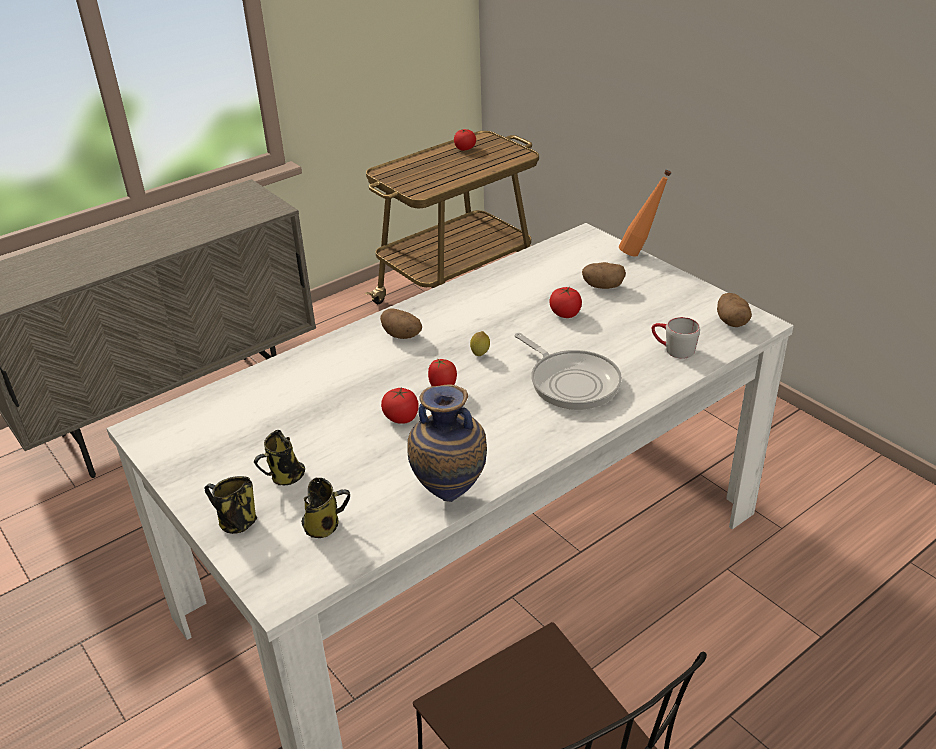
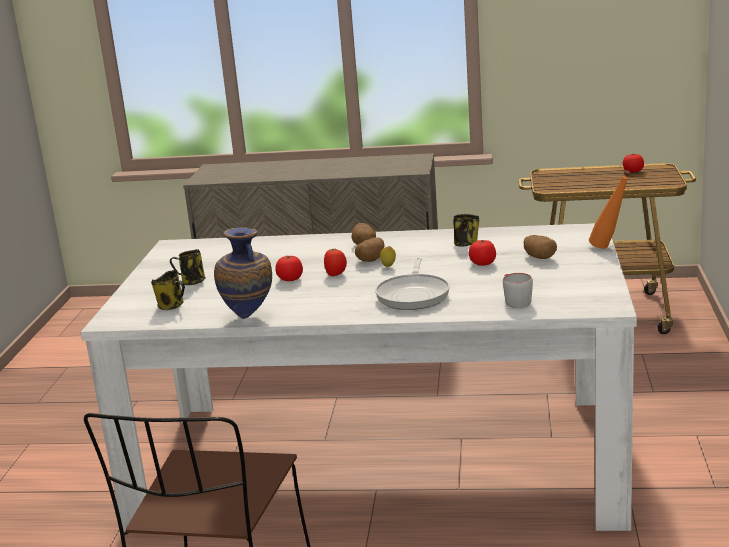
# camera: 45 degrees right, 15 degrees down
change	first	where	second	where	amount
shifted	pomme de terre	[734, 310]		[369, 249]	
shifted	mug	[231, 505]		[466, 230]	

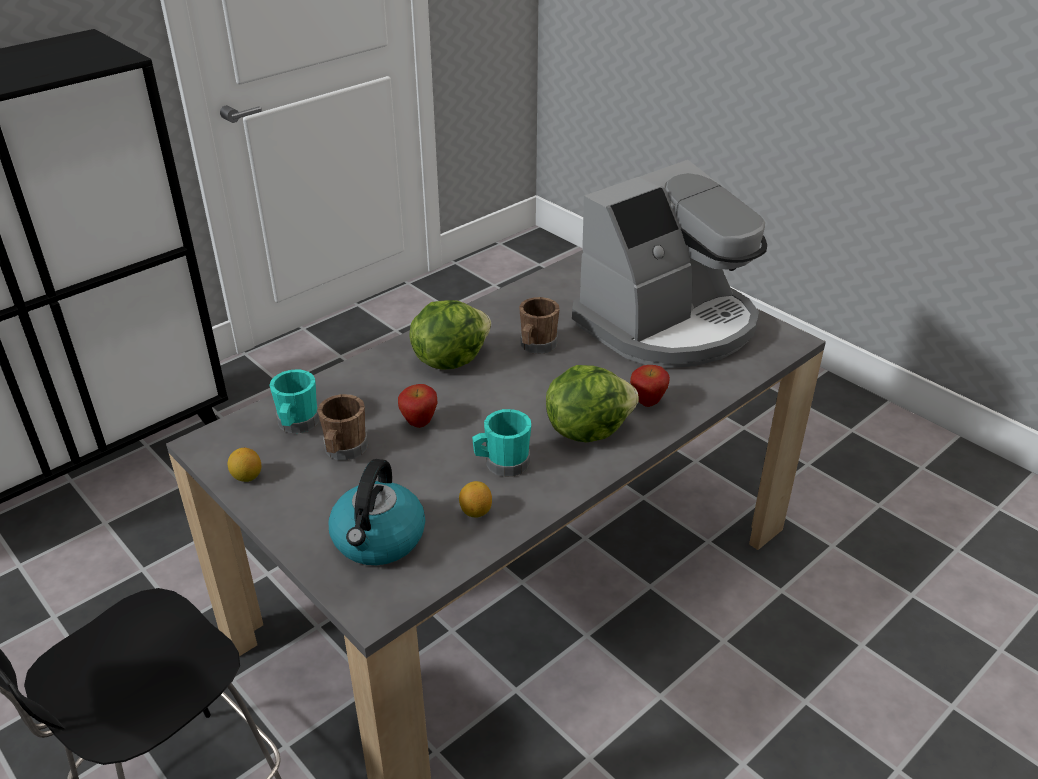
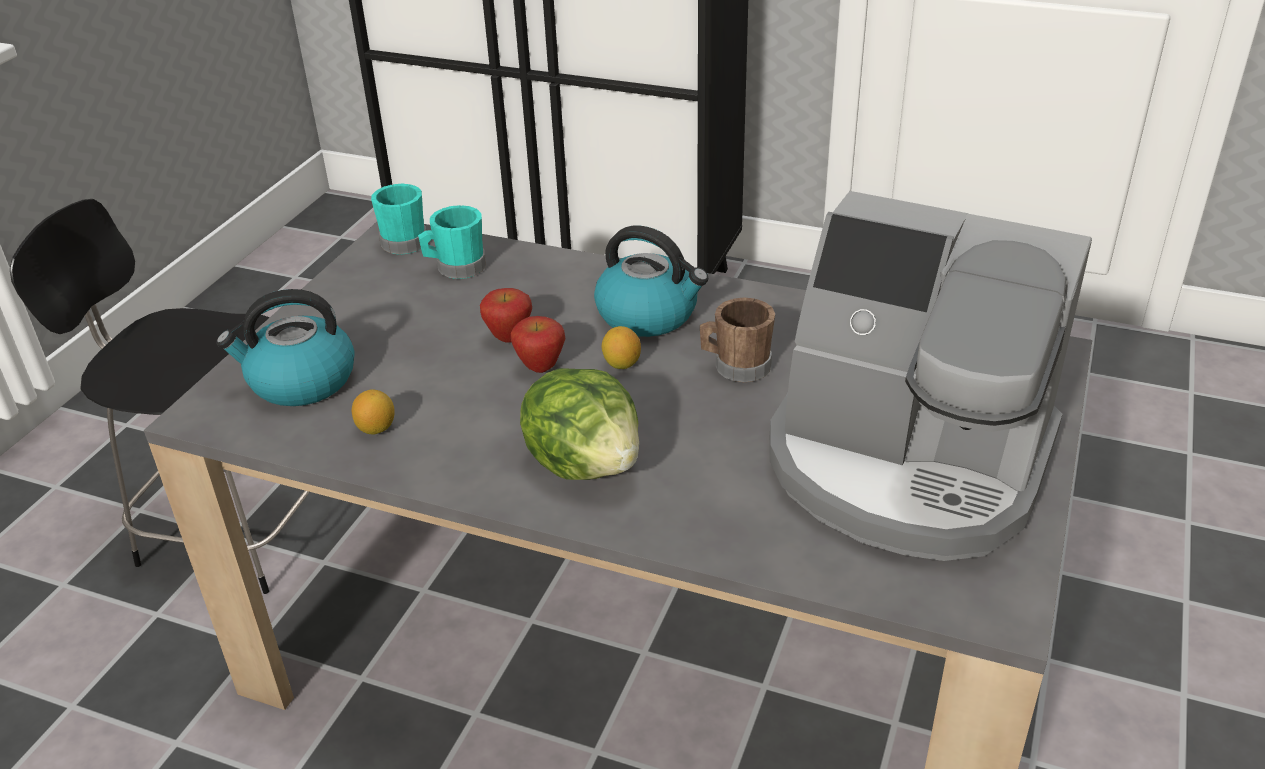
# camera: 65 degrees right, 0 degrees up
change	first	where	second	where	amount
swapped	laitue	[450, 334]	bouilloire	[651, 281]	
shifted	pomme	[650, 386]		[538, 344]	
gone	mug [marron]	[343, 427]			
shifted	mug [turquoise]	[501, 443]		[398, 219]	
shifted	citron	[244, 465]		[621, 347]	

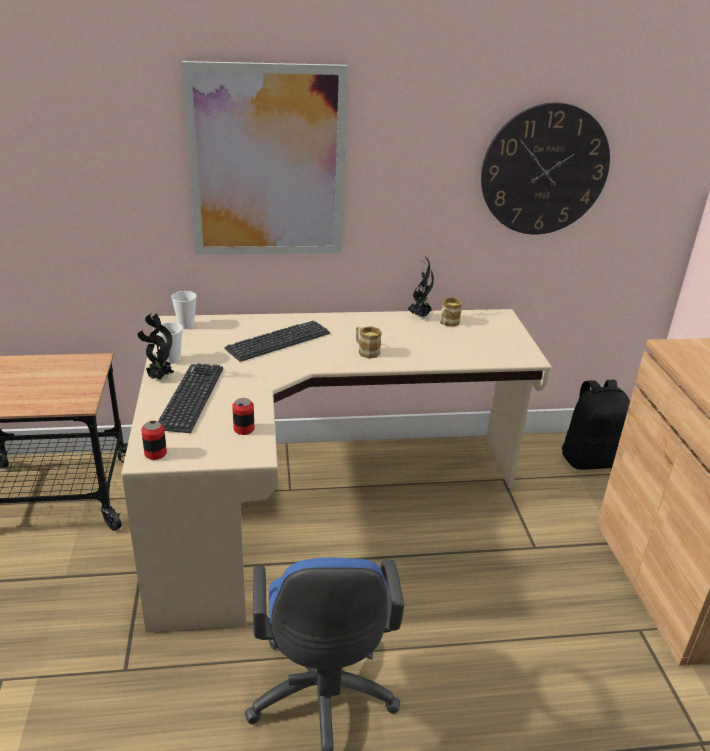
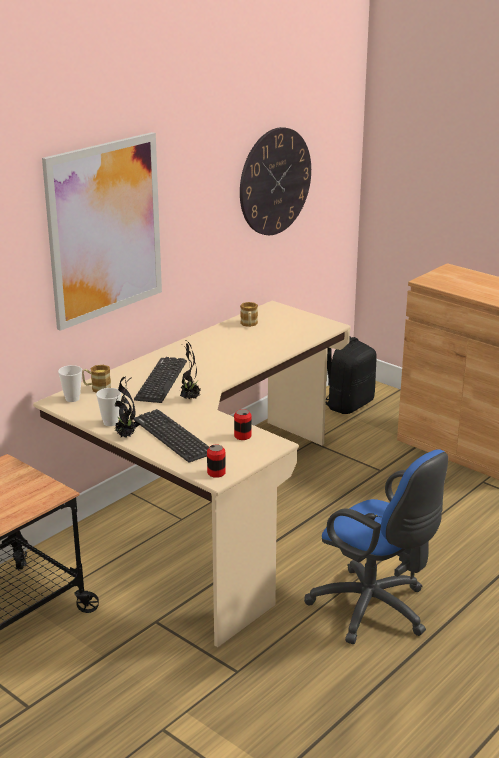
# camera: 40 degrees left, 5 degrees down
change	first	where	second	where	amount
shifted	plante en pot	[421, 287]		[190, 369]	
shifted	mug	[369, 342]		[96, 379]	

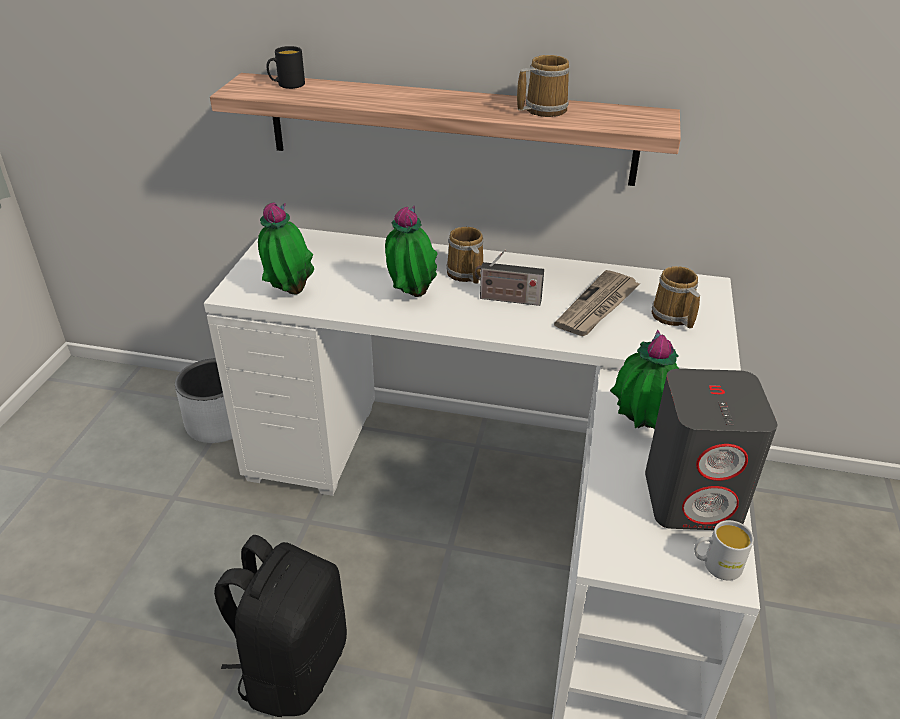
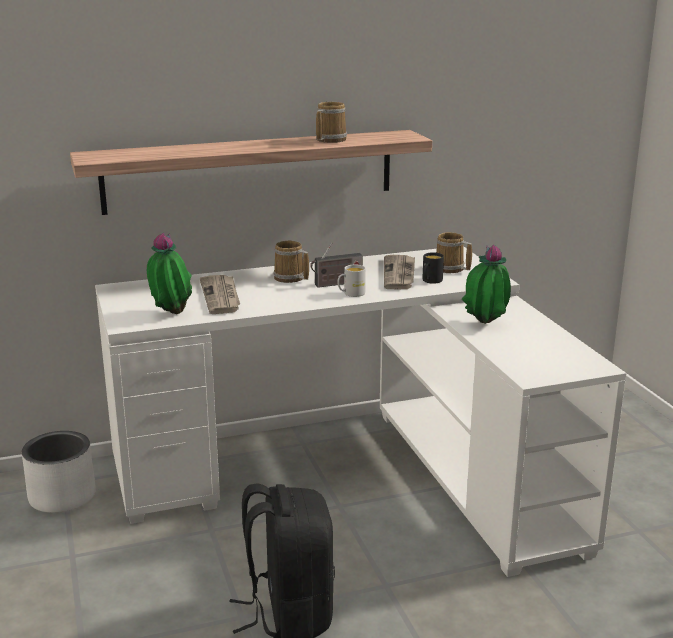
# camera: 30 degrees left, 15 degrees down
change	first	where	second	where	amount
shifted	mug [noir]	[286, 67]		[433, 268]	
gone	plante en pot	[411, 251]			
gone	enceinte [gris]	[711, 449]			
shifted	mug [blanc]	[724, 550]		[352, 281]	
new			journal	[220, 294]	

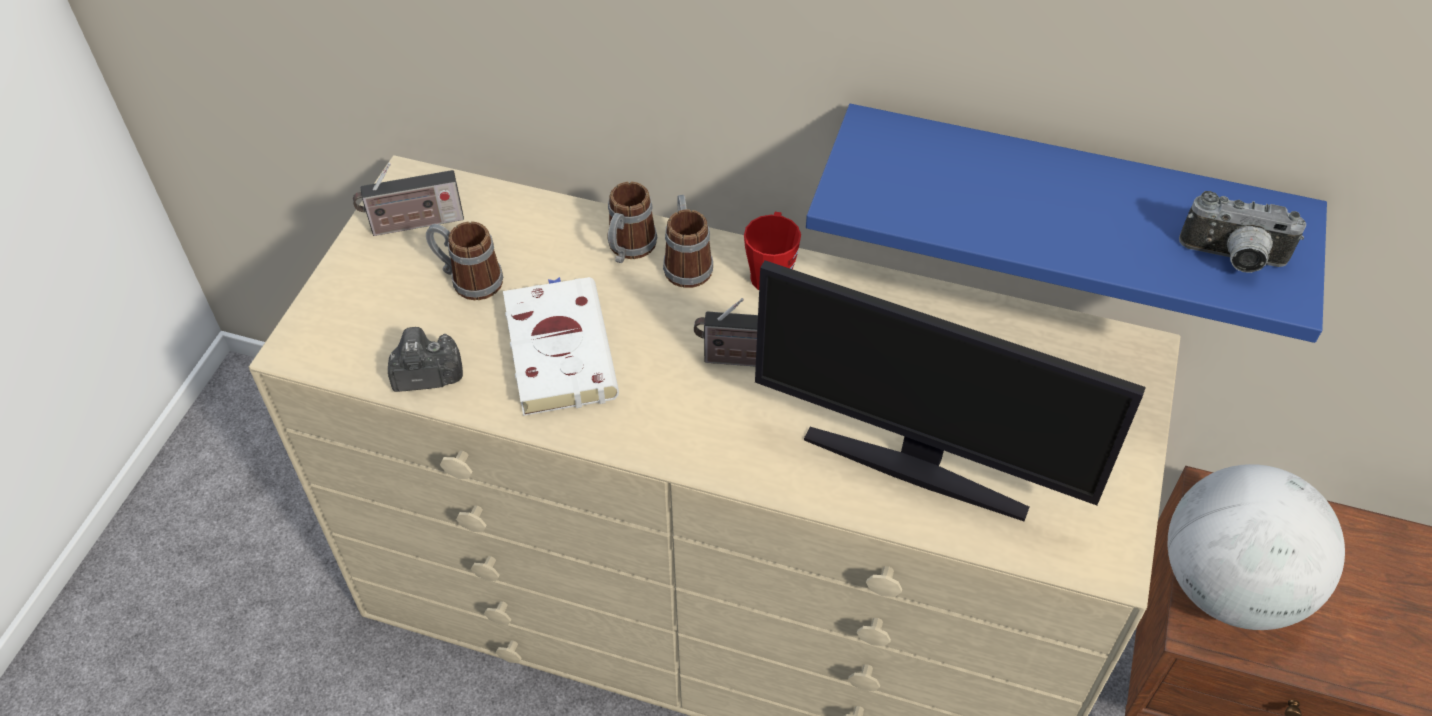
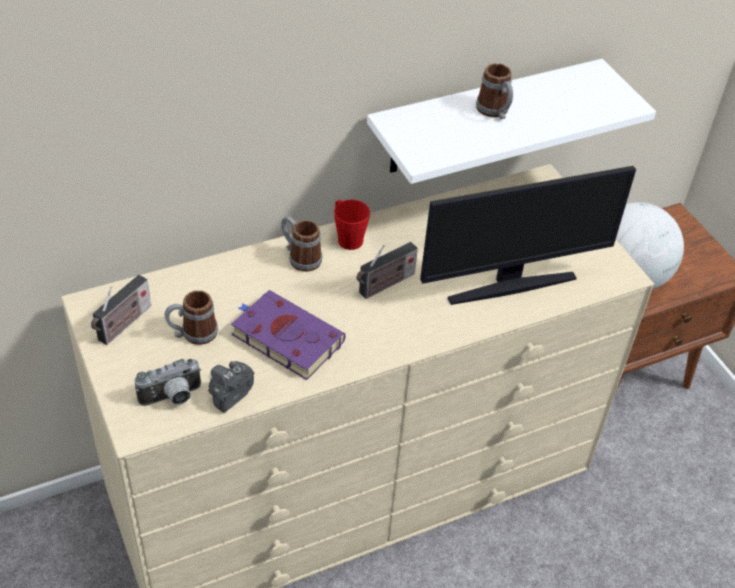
# camera: 45 degrees left, 5 degrees down
change	first	where	second	where	amount
repainted	étagère [bleu]	[1066, 223]	étagère [blanc]	[511, 121]	
shifted	mug	[633, 222]		[494, 91]	
shifted	appareil photo	[1242, 232]		[168, 382]	
repainted	livre [blanc]	[561, 346]	livre [violet]	[288, 335]	

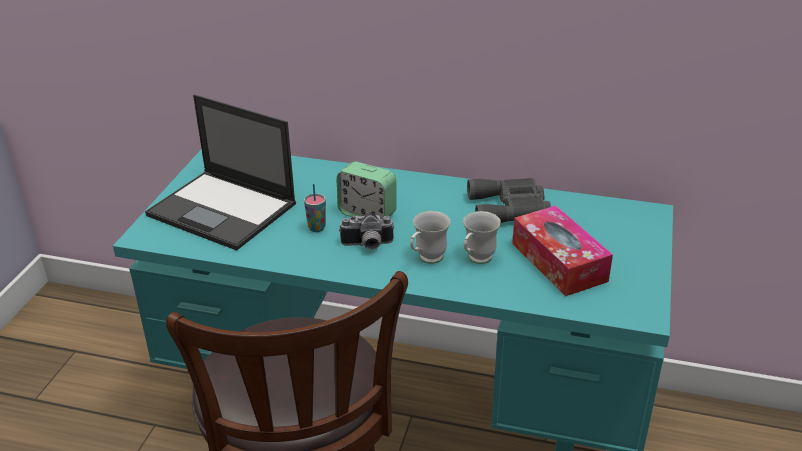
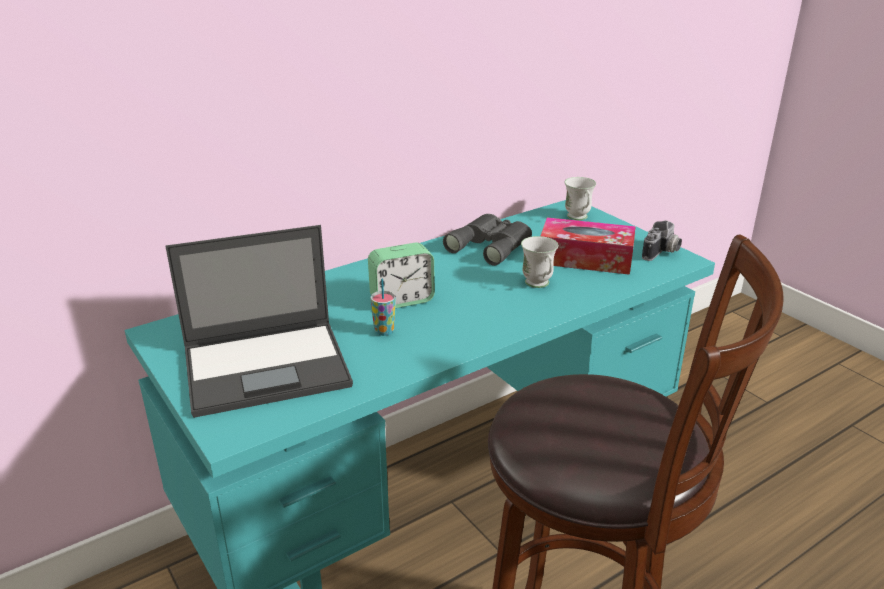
# camera: 50 degrees left, 5 degrees down
change	first	where	second	where	amount
shifted	mug [blanc]	[430, 237]		[580, 198]	
shifted	appareil photo	[367, 231]		[662, 241]	

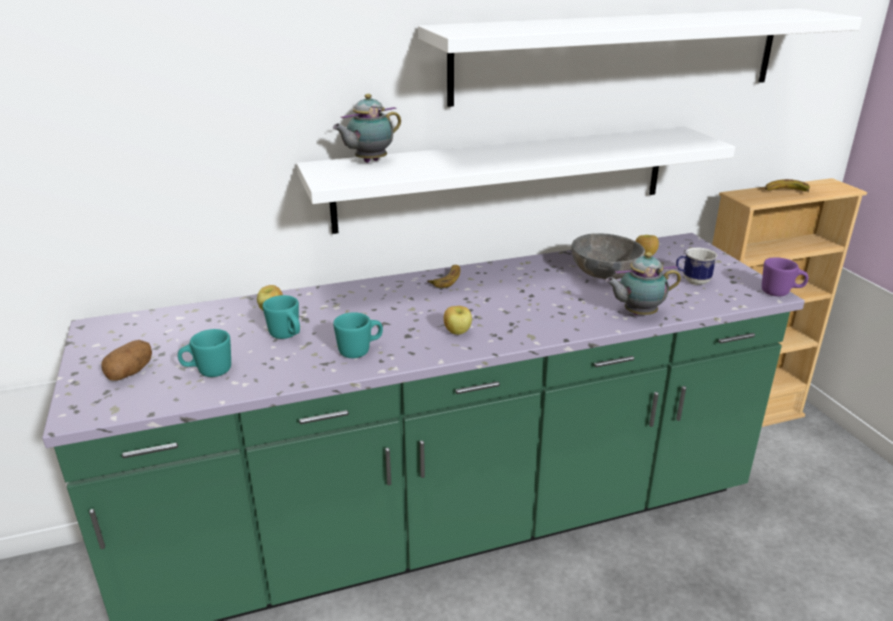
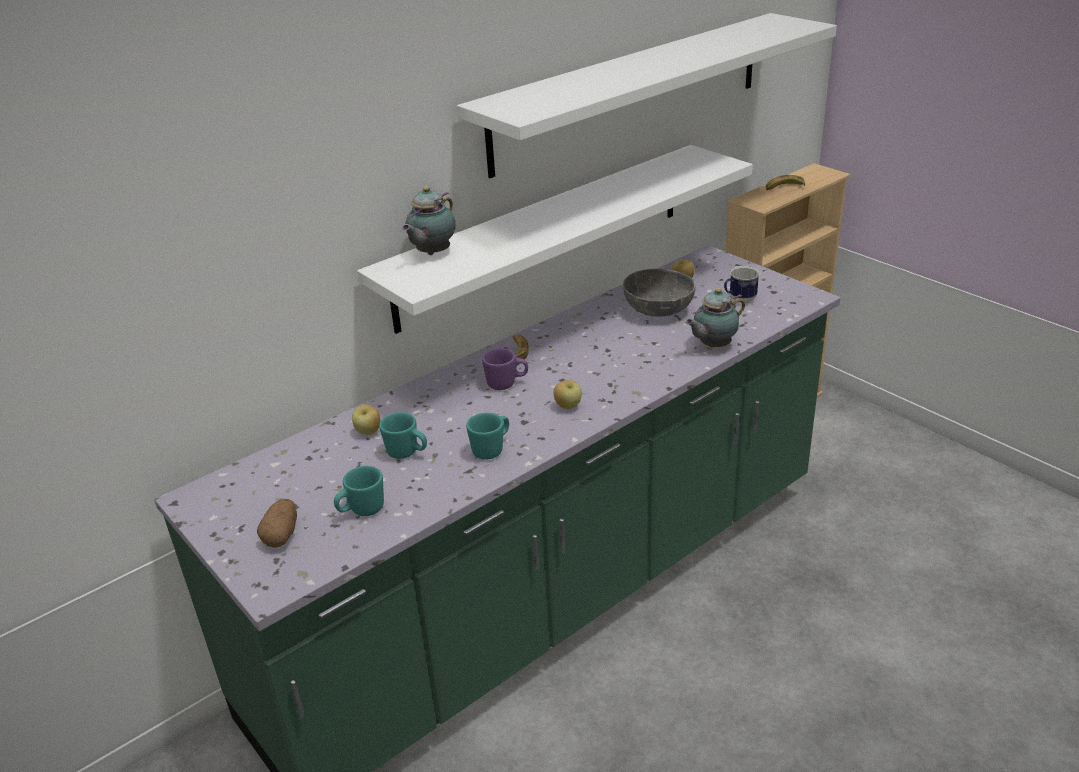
# camera: 20 degrees left, 5 degrees up
change	first	where	second	where	amount
shifted	mug [violet]	[785, 276]		[505, 369]	

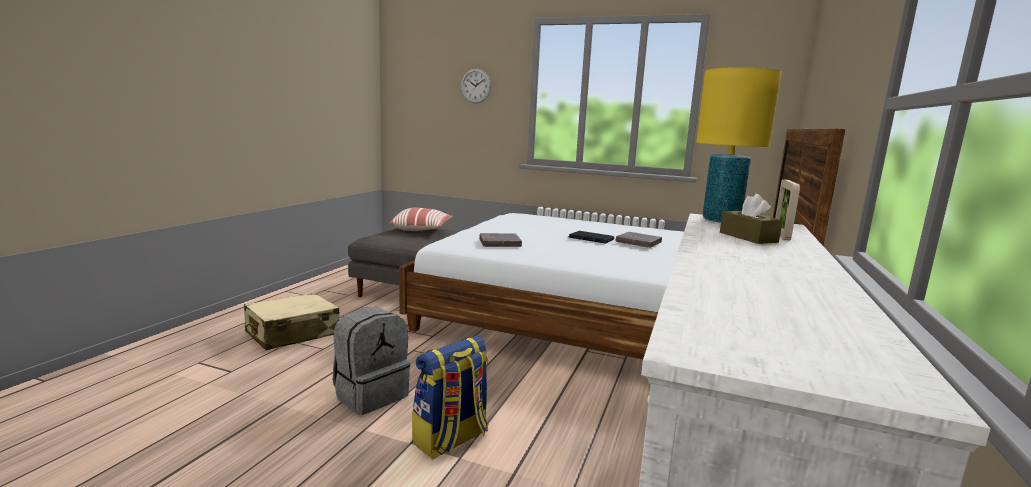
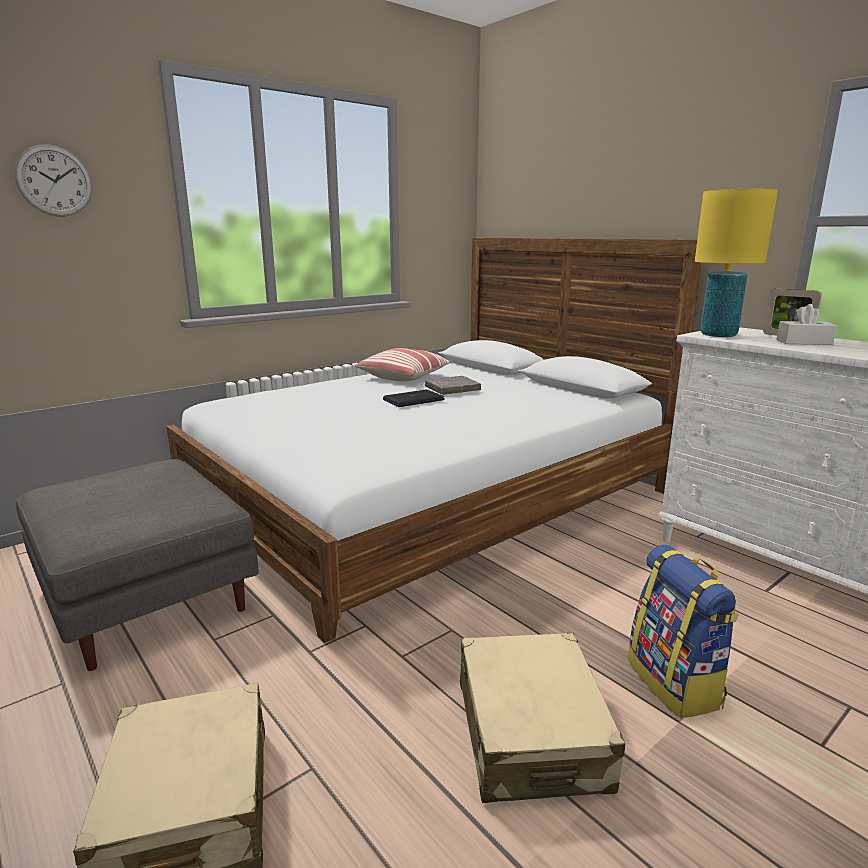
# camera: 60 degrees left, 5 degrees up
change	first	where	second	where	amount
repainted	boîte à mouchoirs [marron]	[751, 219]	boîte à mouchoirs [blanc]	[806, 324]	
shifted	coussin	[421, 219]		[403, 364]	
gone	livre [gris]	[500, 240]			
swapped	sac à dos [gris]	[371, 361]	valise [beige]	[543, 718]	

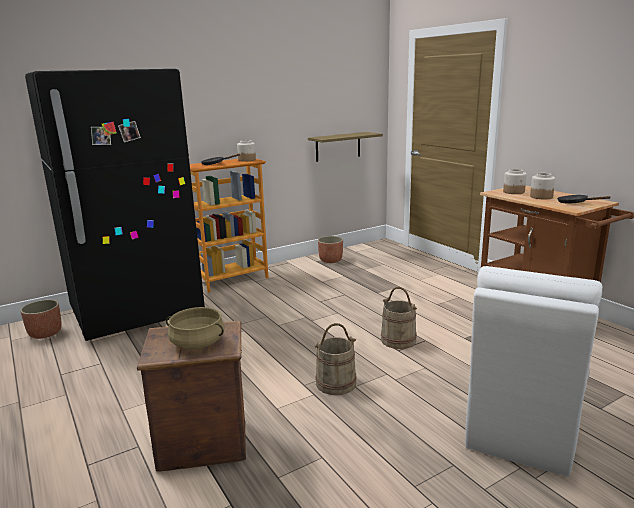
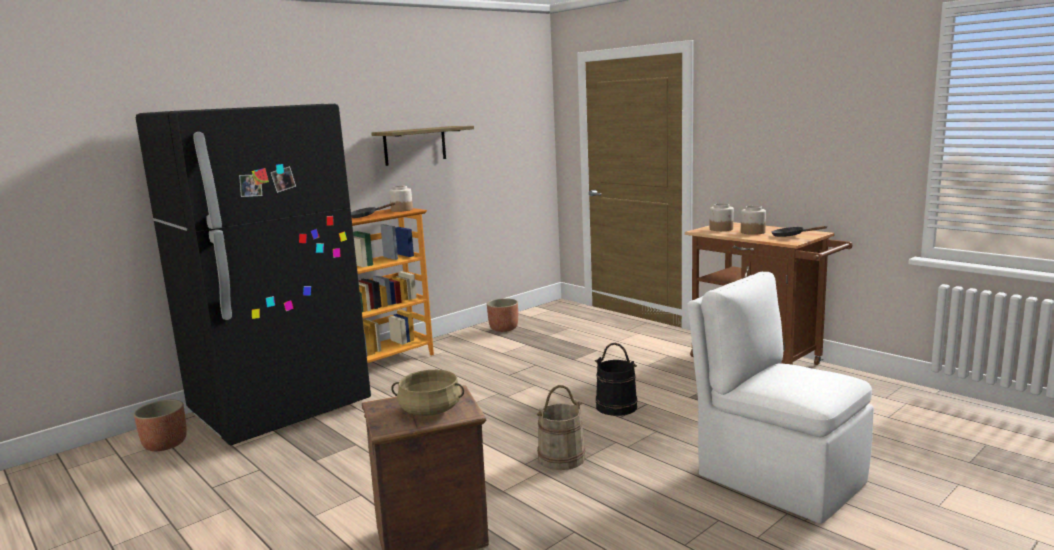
# camera: 10 degrees left, 5 degrees down
change	first	where	second	where	amount
shifted	étagère	[345, 147]		[422, 146]	
rotated	chaise [blanc]	[533, 371]		[780, 398]	120 degrees clockwise
repainted	seau [beige]	[399, 318]	seau [noir]	[616, 379]	

